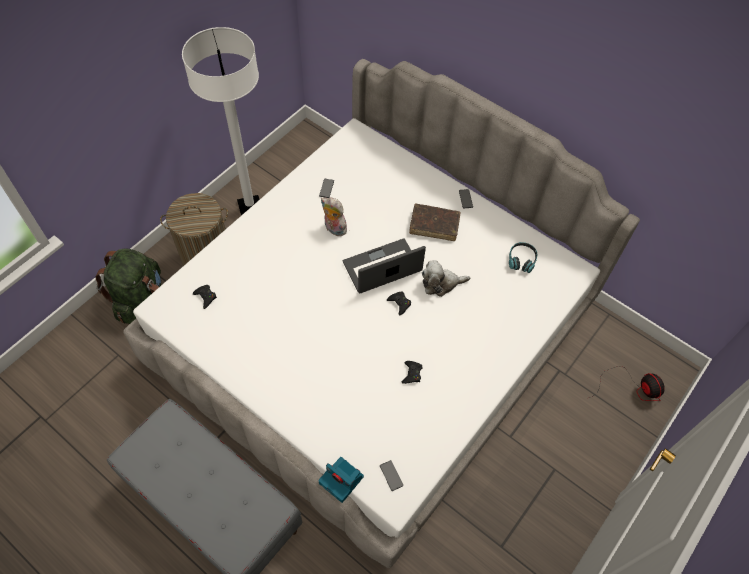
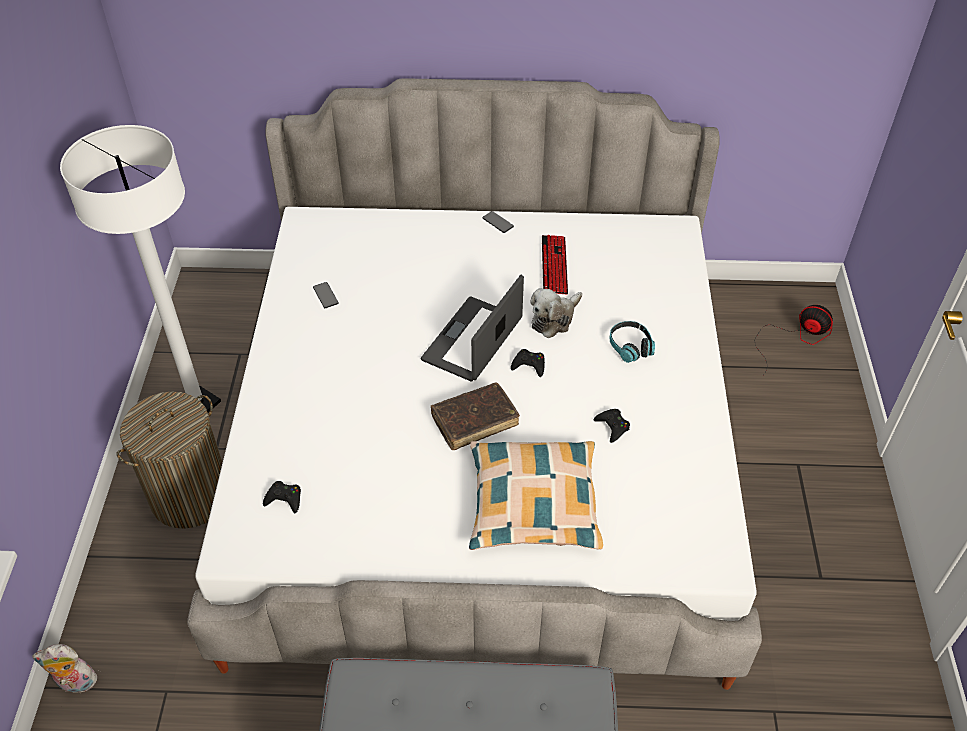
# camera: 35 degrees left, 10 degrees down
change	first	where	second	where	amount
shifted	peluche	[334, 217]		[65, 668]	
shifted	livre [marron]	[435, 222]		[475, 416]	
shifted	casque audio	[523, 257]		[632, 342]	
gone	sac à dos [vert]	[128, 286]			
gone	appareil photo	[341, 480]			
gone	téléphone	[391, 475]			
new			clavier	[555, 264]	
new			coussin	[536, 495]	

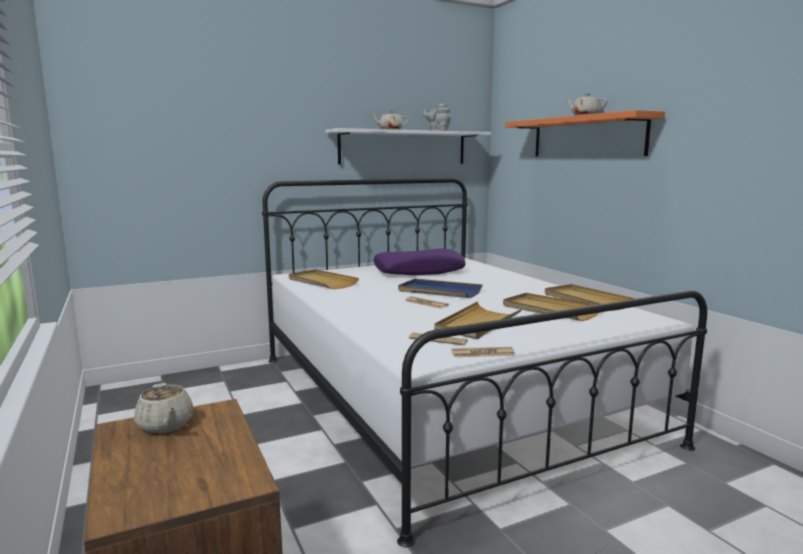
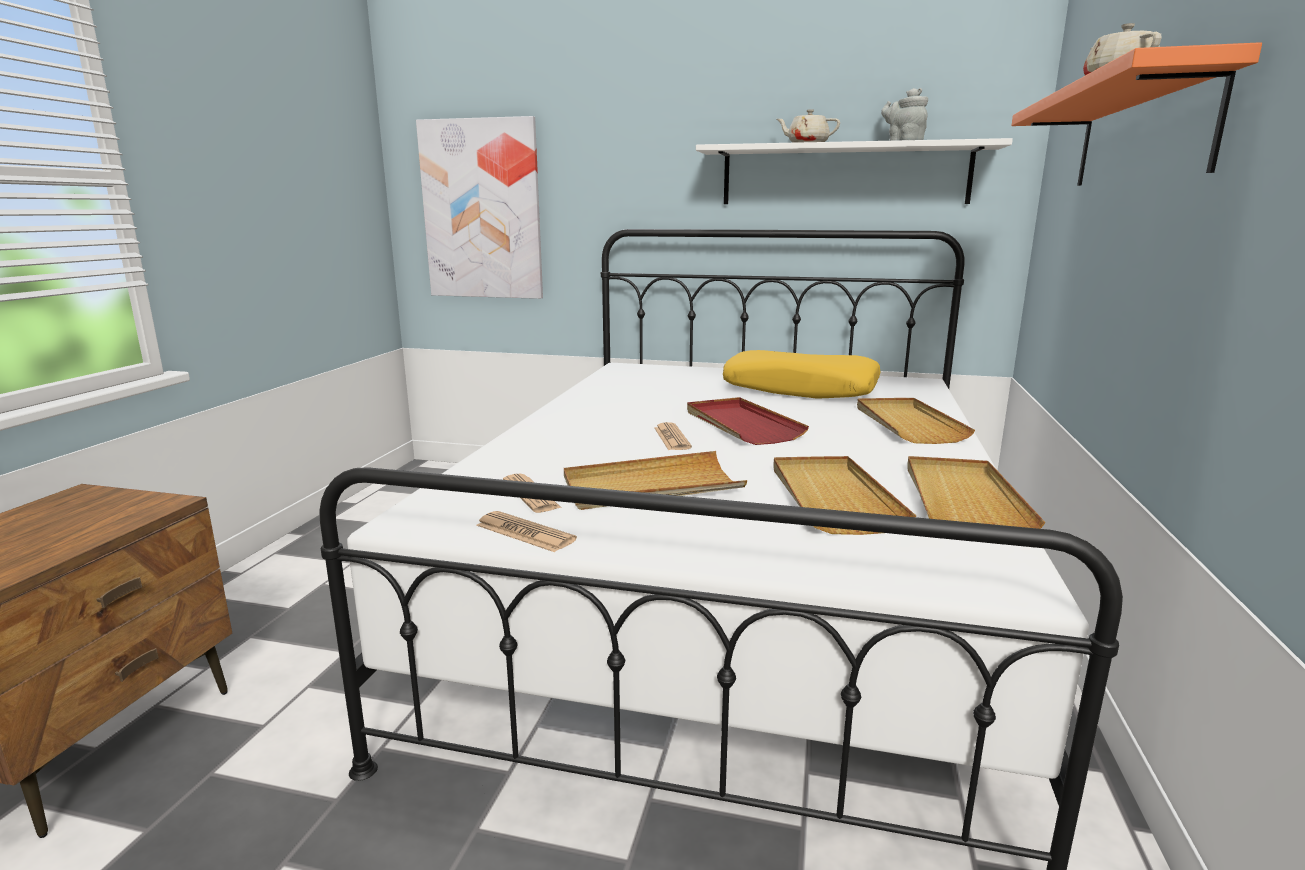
# camera: 40 degrees right, 5 degrees up
change	first	where	second	where	amount
repainted	coussin [violet]	[420, 261]	coussin [jaune]	[801, 374]	
shifted	plateau [beige]	[324, 279]		[916, 421]	
repainted	plateau [bleu]	[440, 288]	plateau [rouge]	[748, 421]	
gone	théière [beige]	[164, 408]			
new			tableau	[479, 207]	

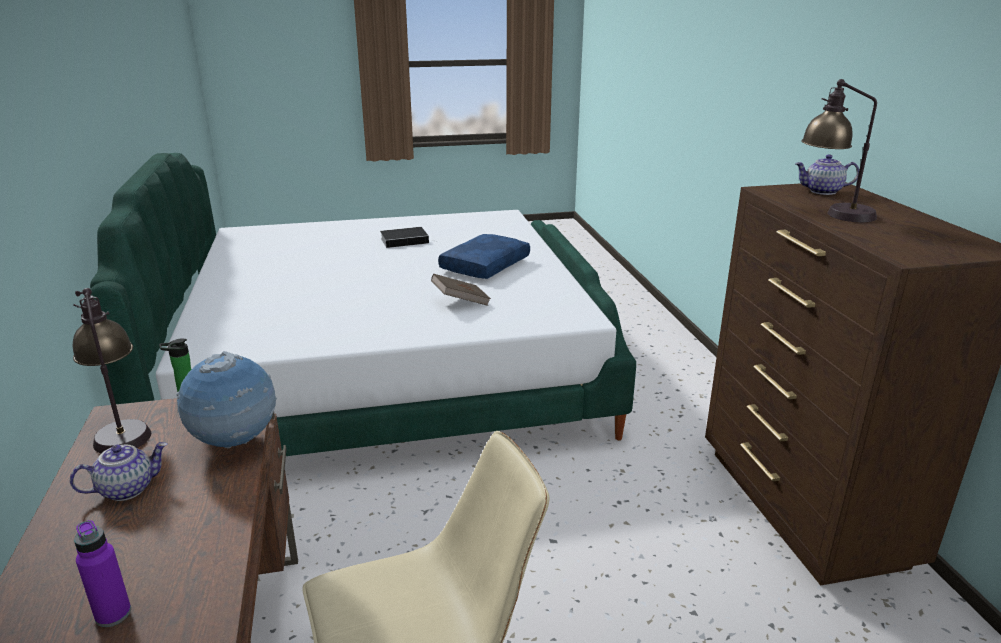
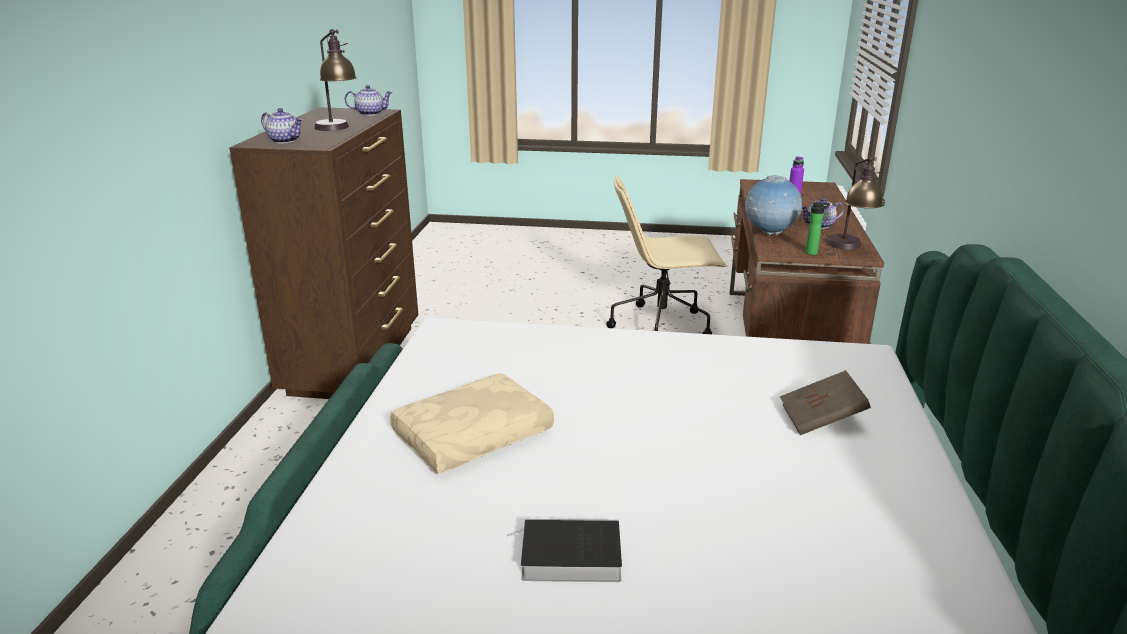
# camera: 160 degrees left, 0 degrees up
change	first	where	second	where	amount
repainted	coussin [bleu]	[484, 256]	coussin [beige]	[472, 423]	
shifted	livre [marron]	[461, 290]		[825, 402]	
new			théière	[369, 100]	

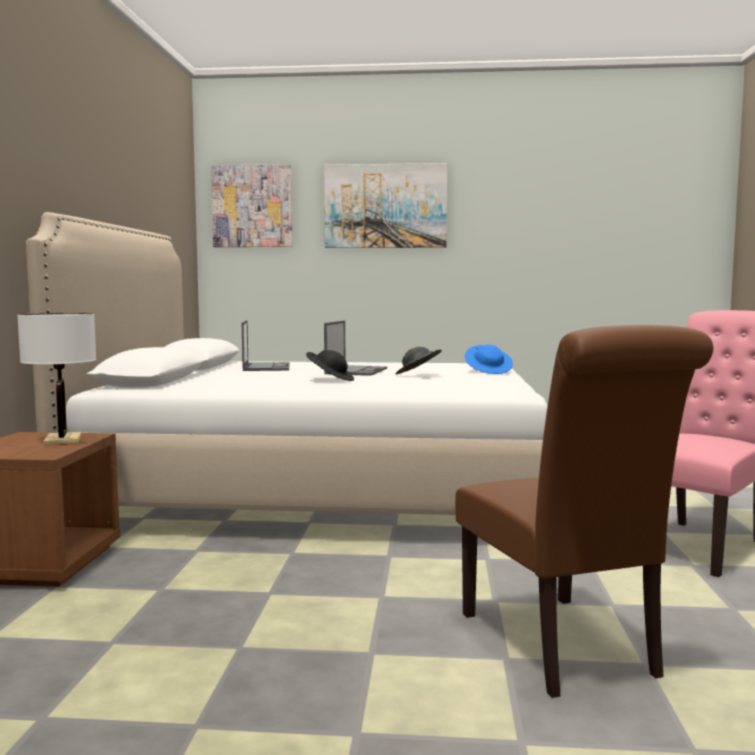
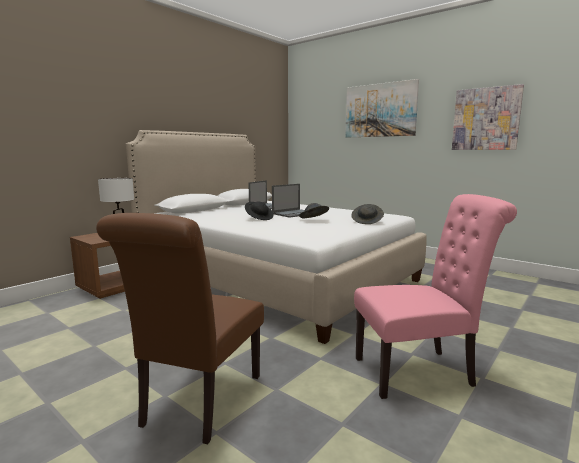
# camera: 35 degrees right, 5 degrees up
change	first	where	second	where	amount
shifted	tableau	[252, 205]		[488, 117]	
repainted	chapeau [bleu]	[489, 359]	chapeau [gris]	[367, 214]	

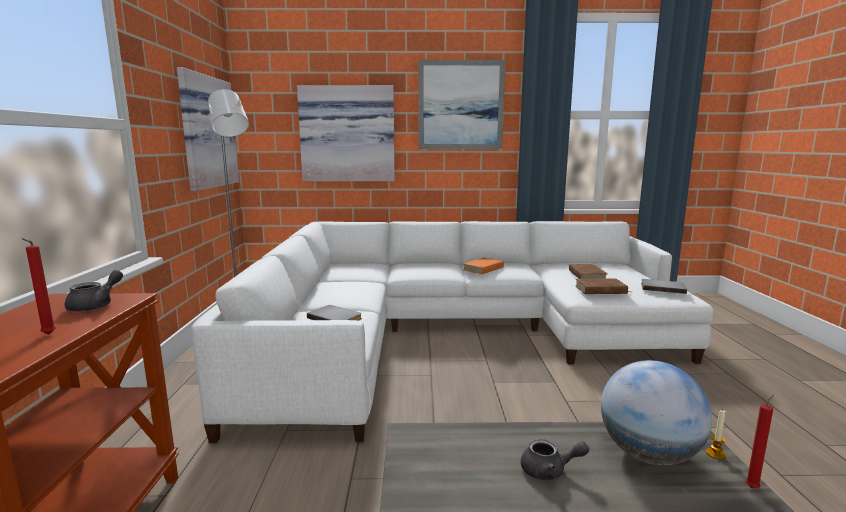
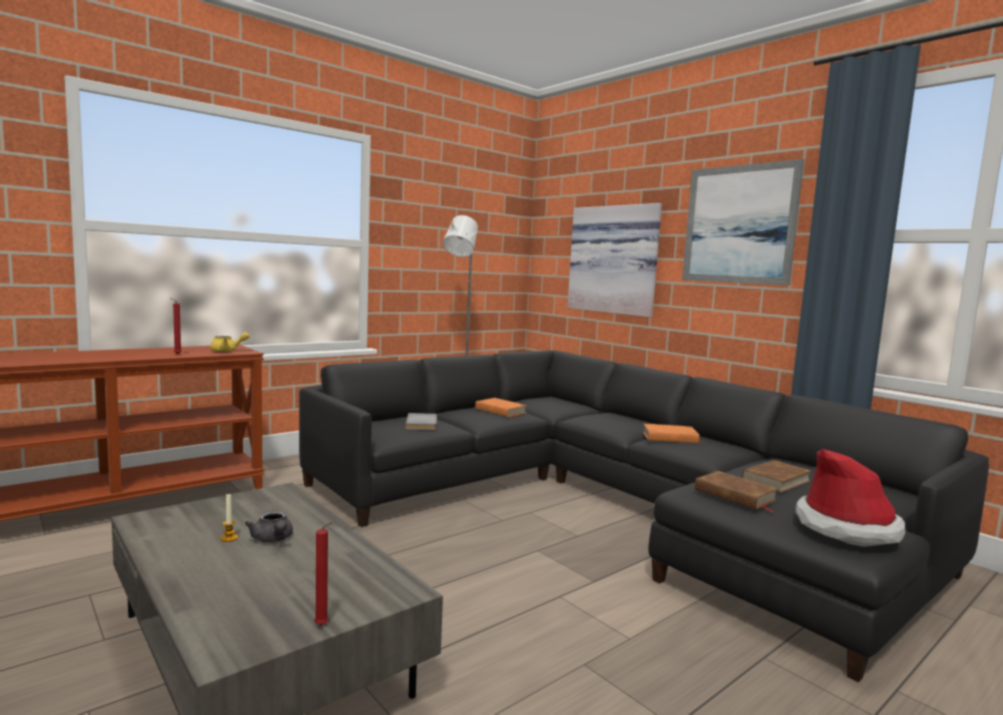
# camera: 50 degrees right, 5 degrees down
change	first	where	second	where	amount
gone	tableau	[208, 129]			
repainted	canapé [blanc]	[452, 332]	canapé [noir]	[644, 516]	
repainted	théière [gris]	[94, 291]	théière [jaune]	[230, 342]	
swapped	livre [gris]	[664, 286]	chapeau	[850, 498]	
gone	globe	[656, 412]			
shifted	bougie	[716, 435]		[229, 517]	
new			livre [orange]	[501, 408]	

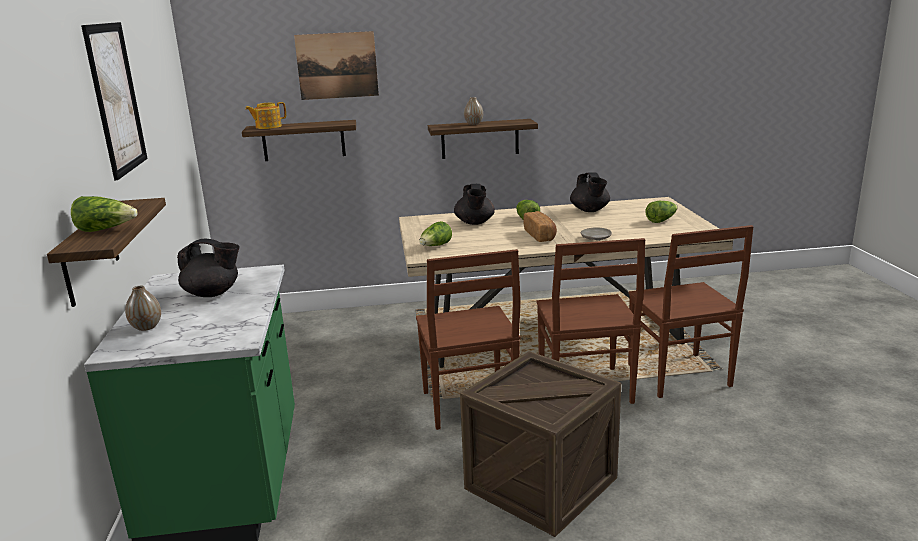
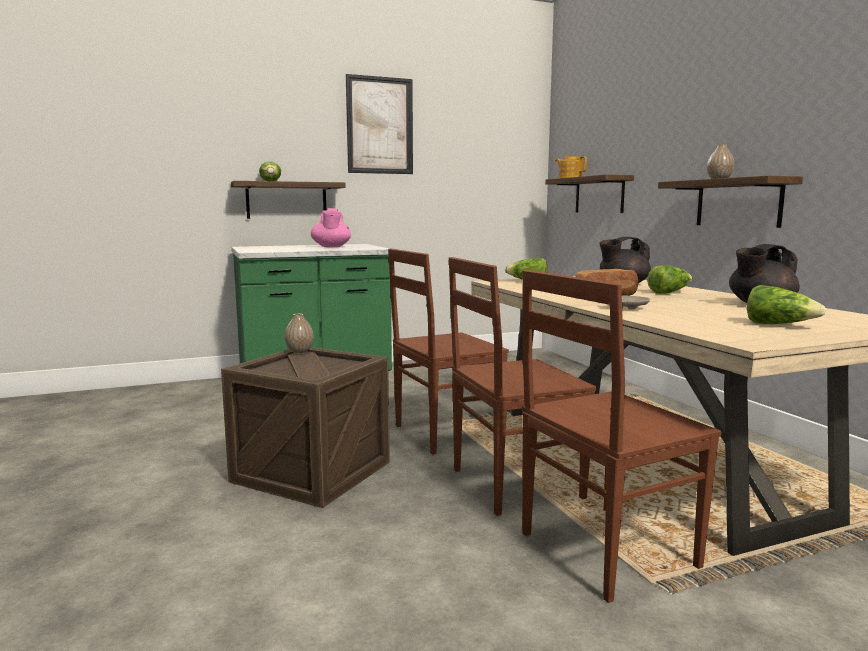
# camera: 75 degrees right, 10 degrees down
change	first	where	second	where	amount
gone	tableau	[336, 65]			
repainted	théière [noir]	[208, 268]	théière [rose]	[331, 228]	
shifted	vase	[143, 308]		[299, 333]	

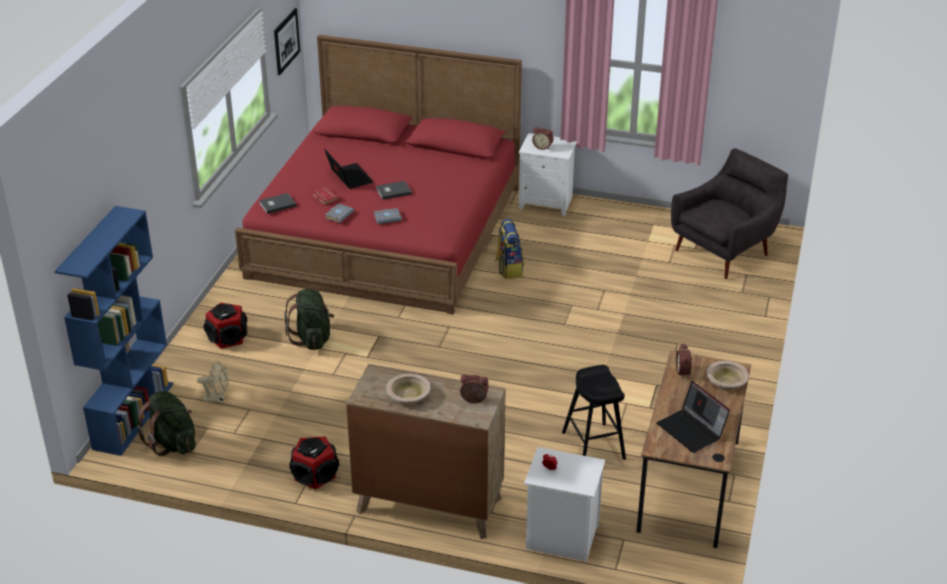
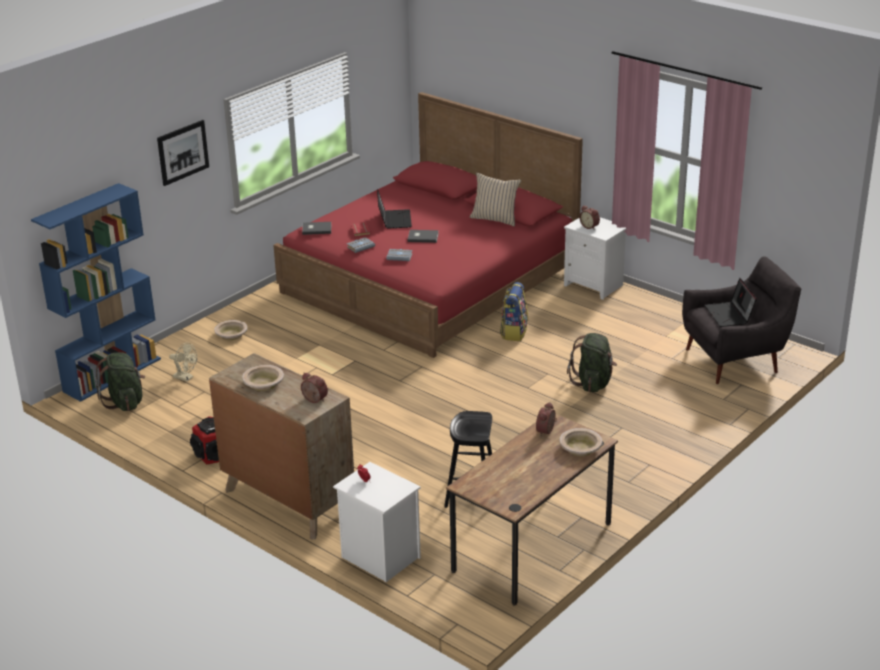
# camera: 25 degrees right, 5 degrees down
change	first	where	second	where	amount
shifted	tableau	[287, 41]		[183, 153]	
shifted	sac à dos [vert]	[309, 319]		[592, 362]	
swapped	enceinte	[226, 326]	bol [beige]	[231, 330]	
shifted	ordinateur portable	[693, 417]		[731, 302]	
new			coussin [beige]	[495, 199]	

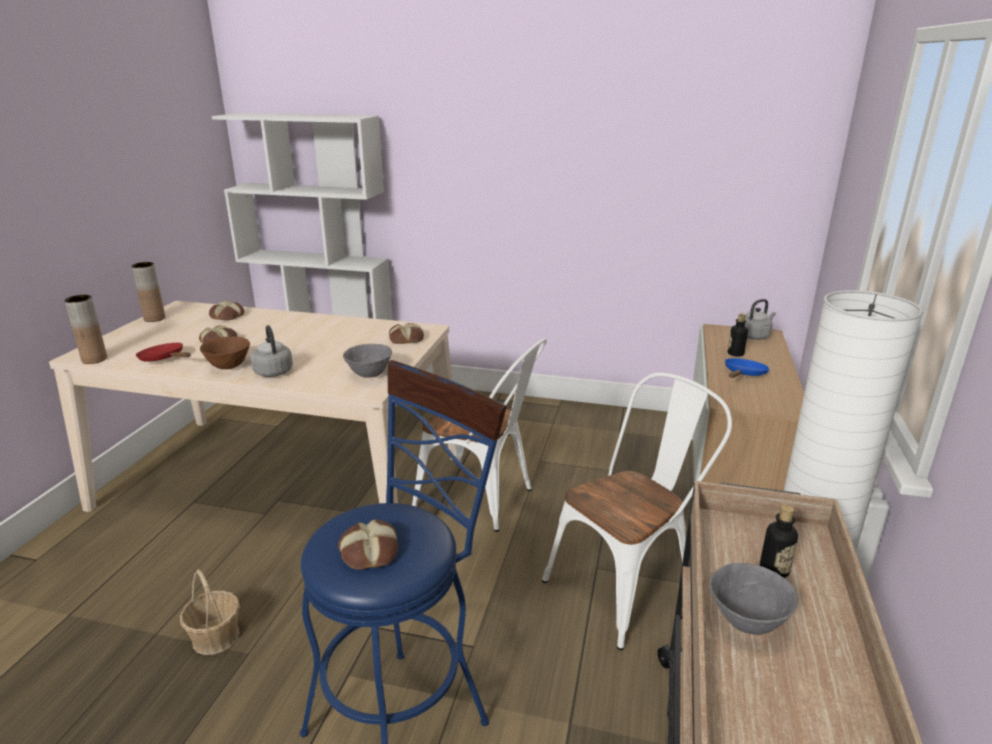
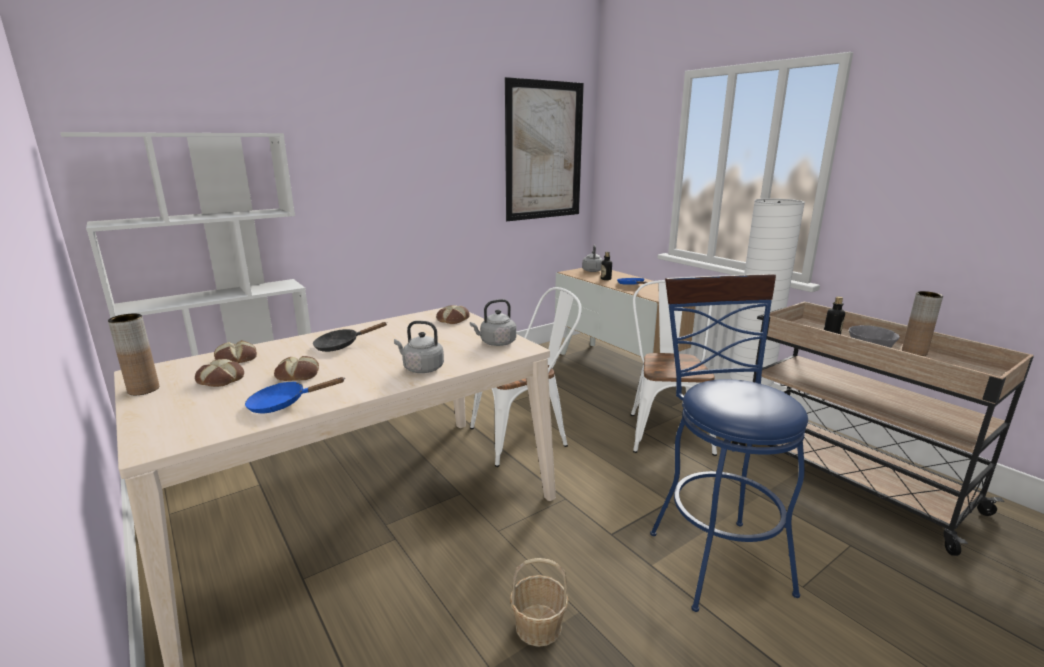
# camera: 50 degrees left, 5 degrees down
change	first	where	second	where	amount
shifted	vase [marron]	[86, 329]		[922, 323]	
gone	bol [marron]	[225, 352]			
repainted	poêle [rouge]	[163, 352]	poêle [bleu]	[294, 395]	
swapped	bol [gris]	[367, 361]	bouilloire [gris]	[493, 322]	
shifted	pain	[368, 544]		[219, 373]	
new			tableau	[544, 149]	
new			poêle [noir]	[350, 337]	

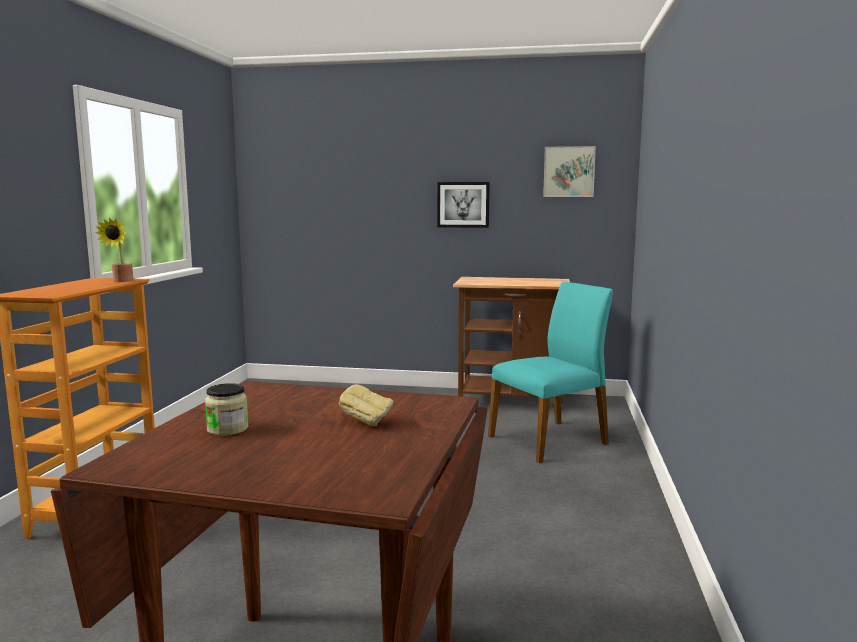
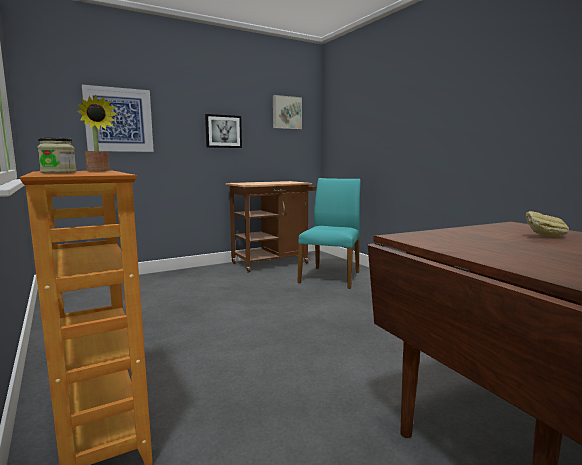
# camera: 40 degrees left, 0 degrees up
change	first	where	second	where	amount
shifted	bocal	[226, 409]		[57, 155]	
new			tableau	[118, 118]	

